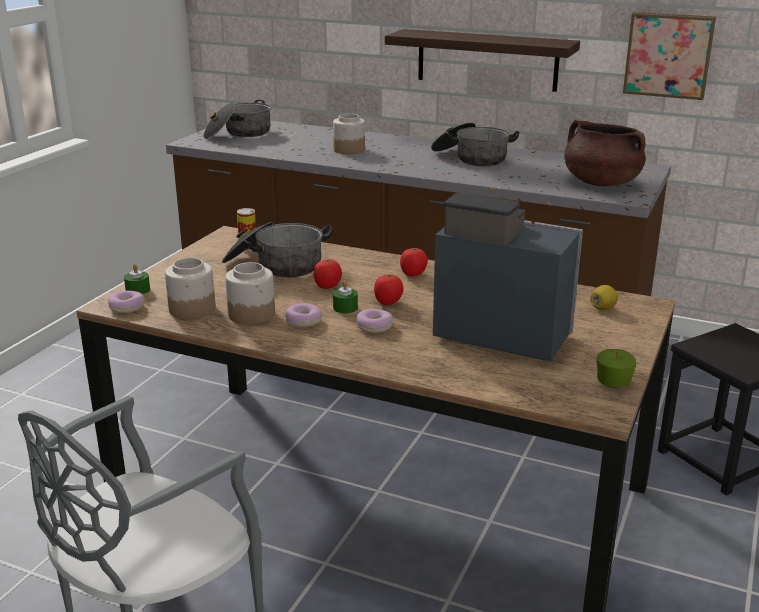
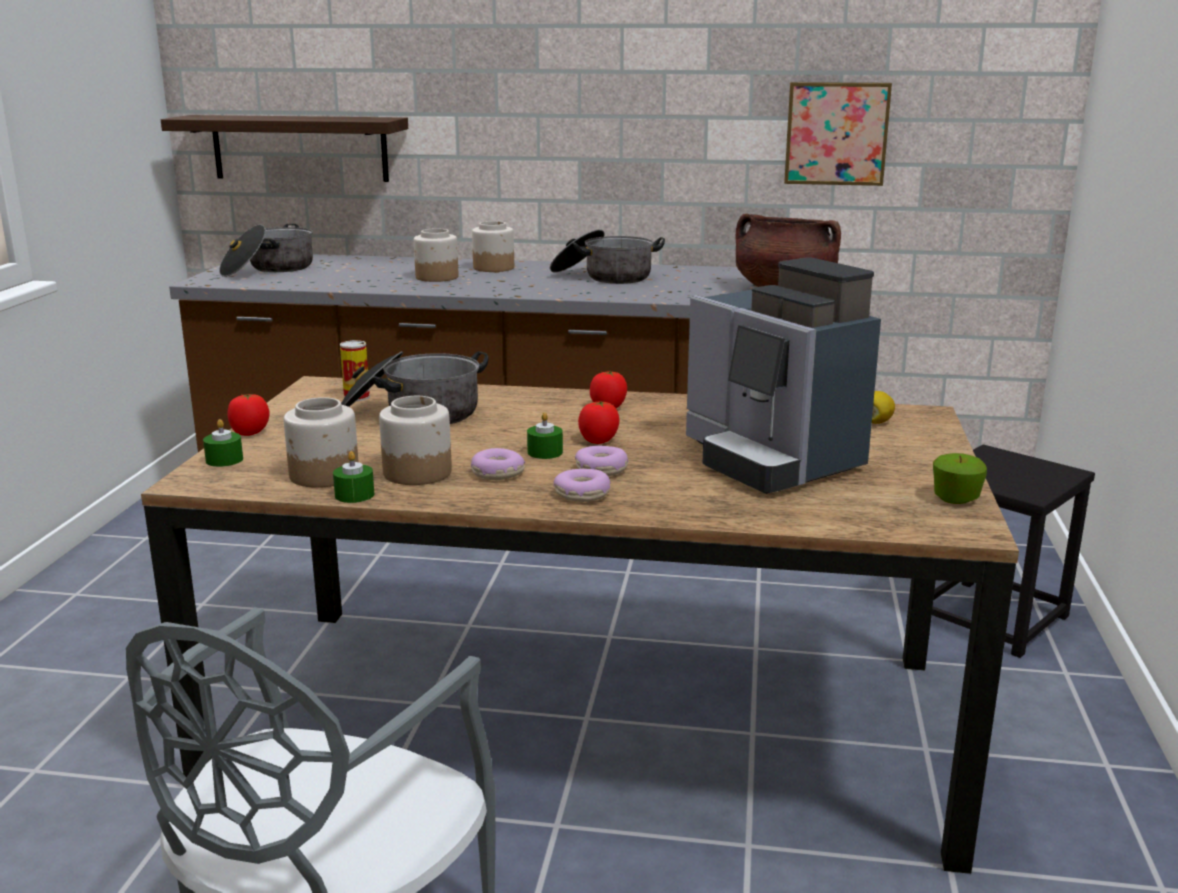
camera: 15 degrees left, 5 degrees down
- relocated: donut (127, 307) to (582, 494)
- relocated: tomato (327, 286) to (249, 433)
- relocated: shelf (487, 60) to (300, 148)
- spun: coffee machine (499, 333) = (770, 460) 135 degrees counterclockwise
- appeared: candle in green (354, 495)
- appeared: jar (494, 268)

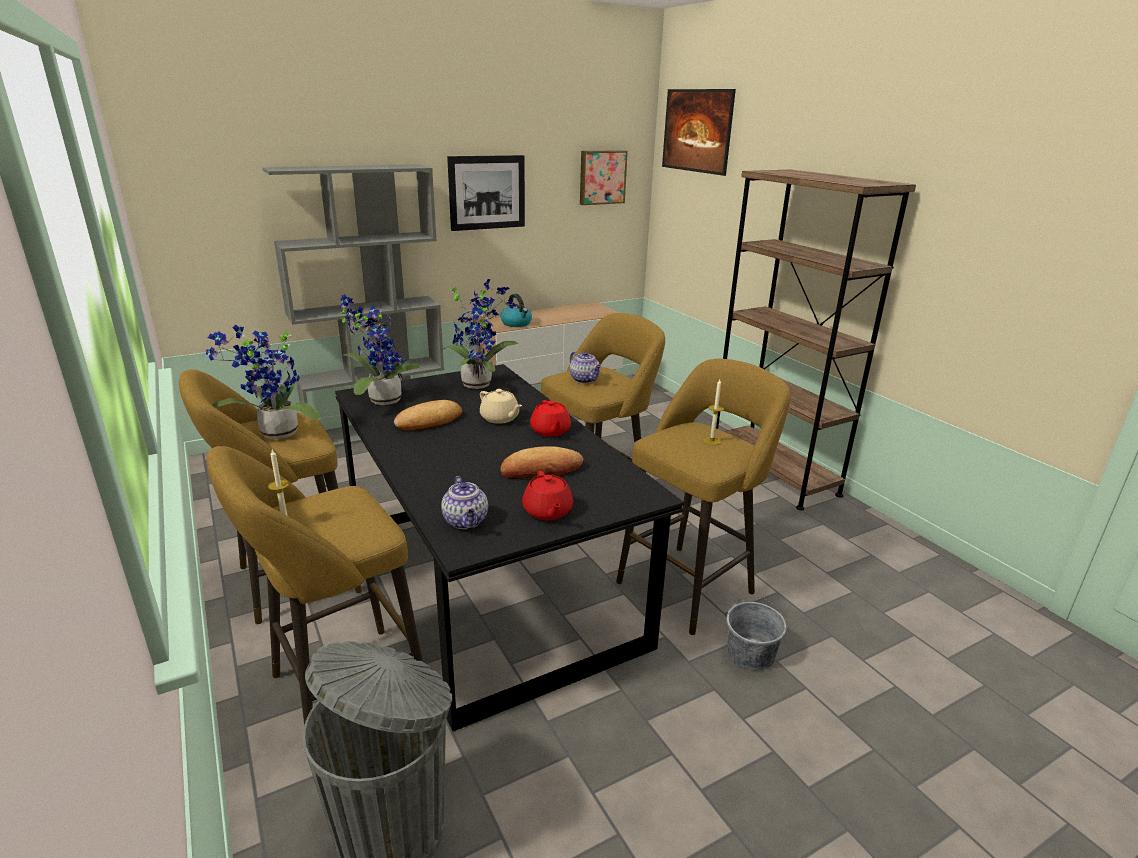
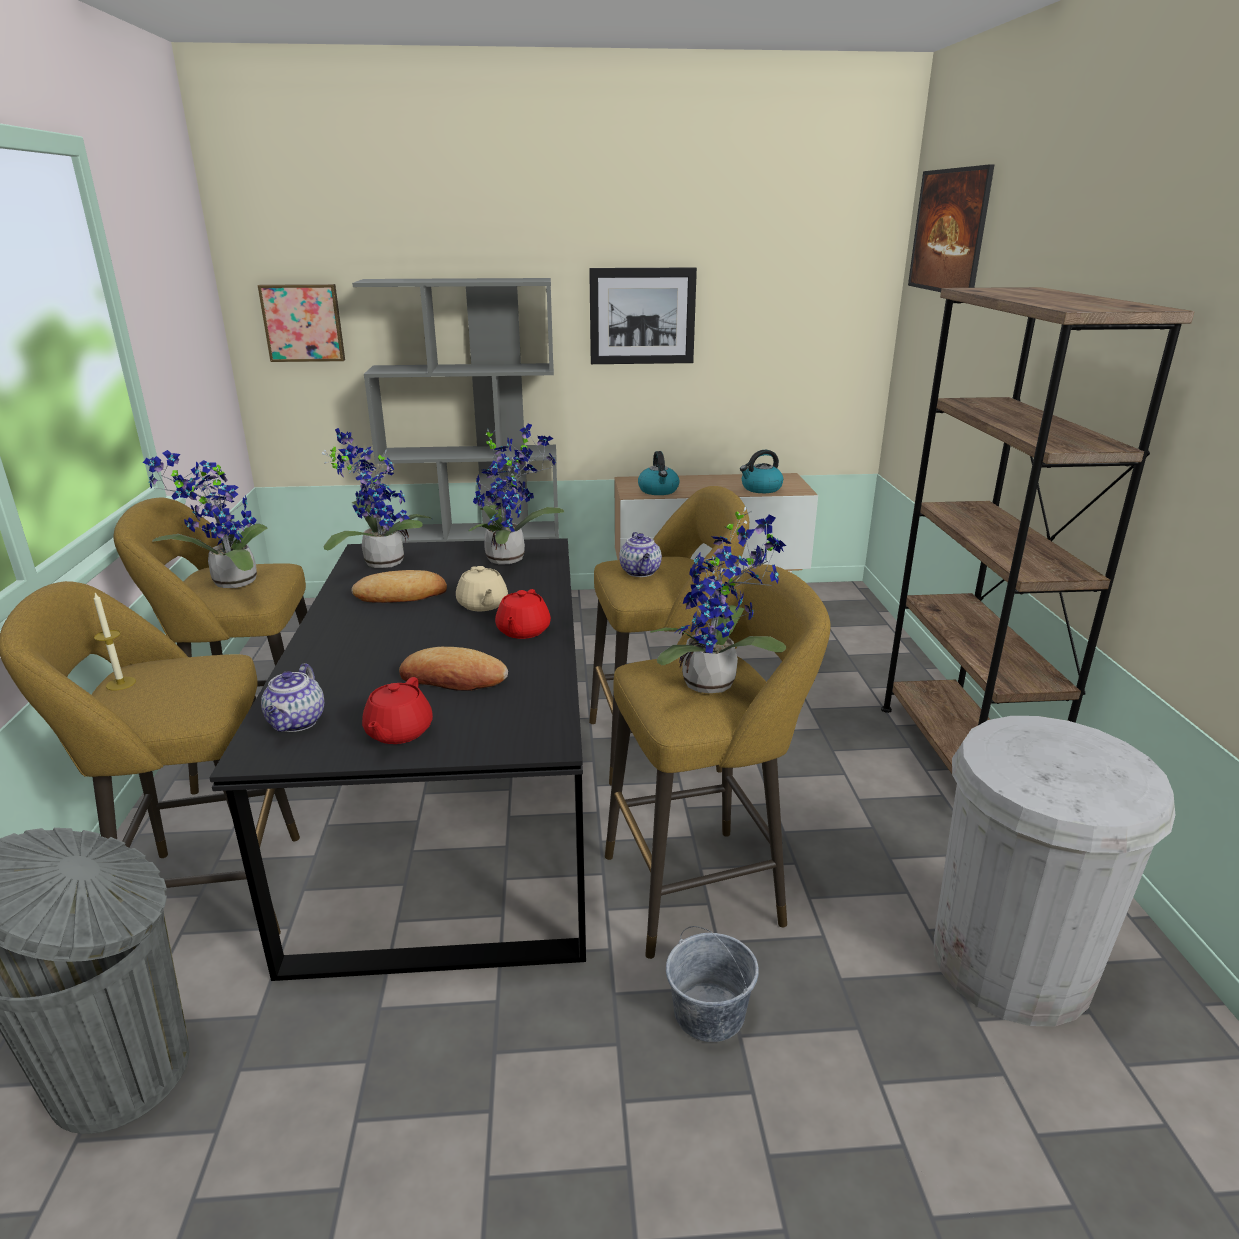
camera: 25 degrees right, 0 degrees up
- relocated: picture (602, 177) to (303, 322)
- exchanged: candle (712, 441) to potted plant (716, 684)
- appeared: kettle (761, 489)
- appeared: trash can in white (1011, 963)

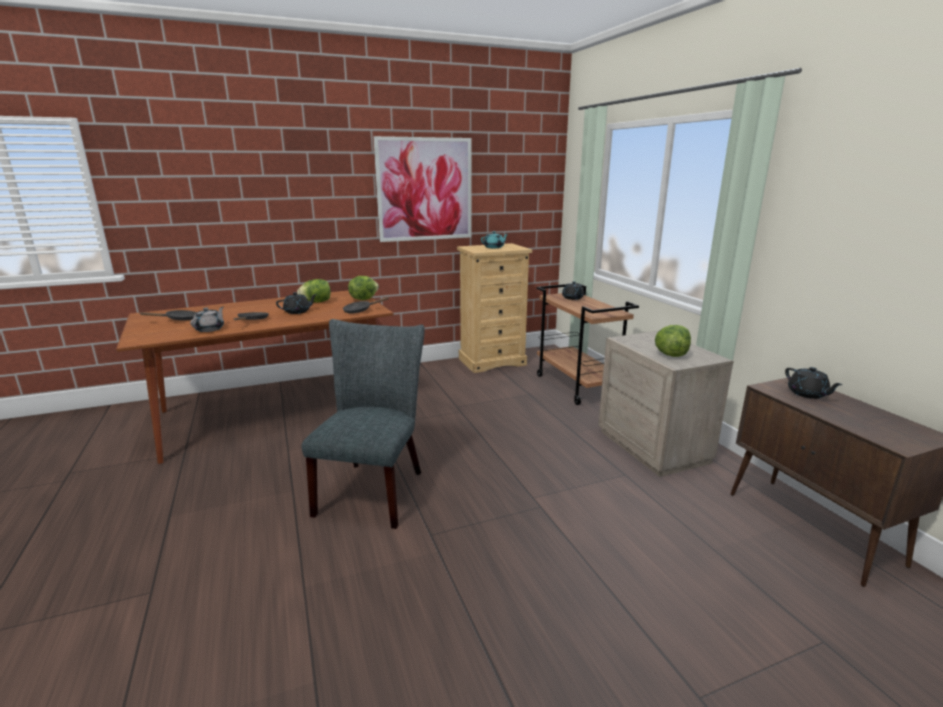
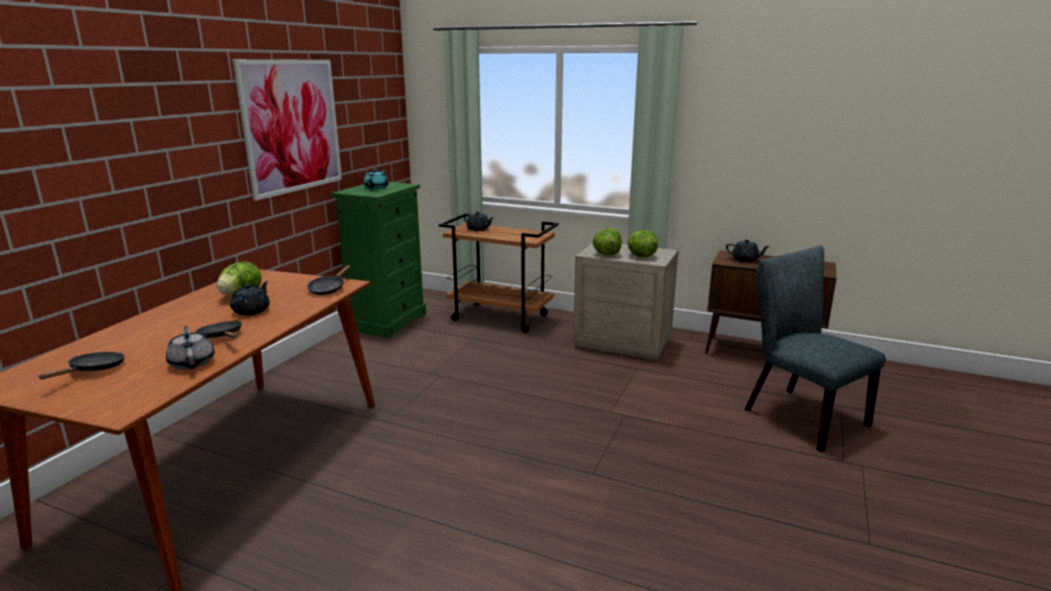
camera: 45 degrees left, 0 degrees up
- relocated: chair in grey (374, 488) to (797, 414)
- relocated: lettuce (363, 299) to (606, 254)
- colour: dresser in beige (492, 361) to dresser in green (387, 321)

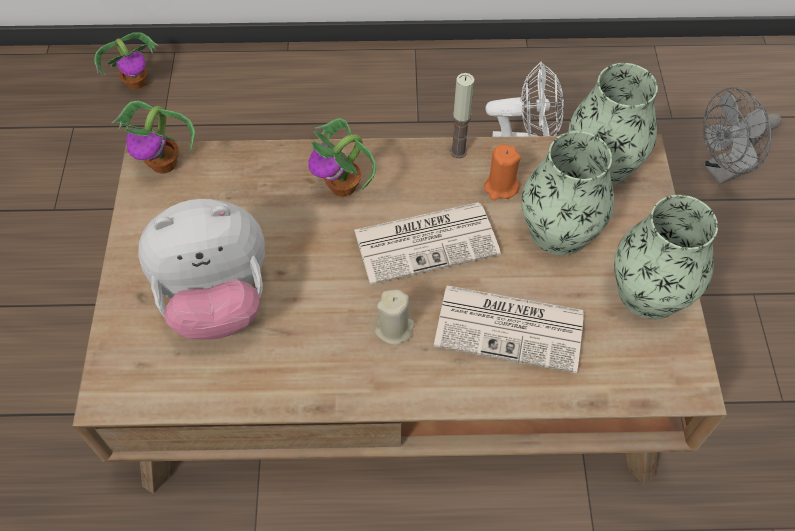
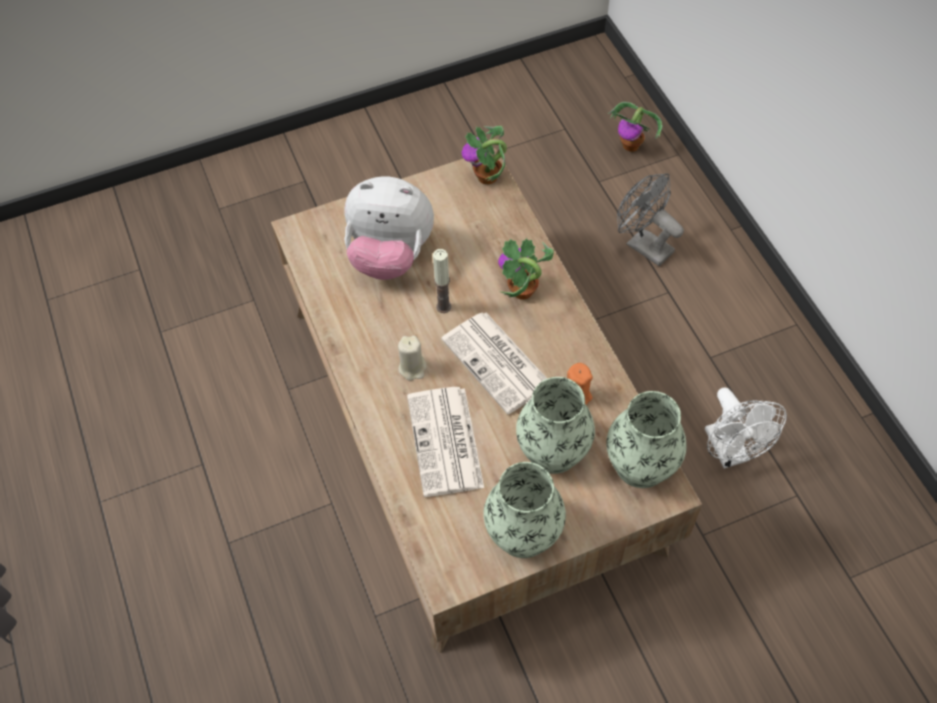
camera: 70 degrees right, 0 degrees up
- spun: plush toy (217, 299) = (390, 255) 45 degrees counterclockwise
- relocated: candle (458, 151) to (443, 306)
- relocated: fan in grey (723, 171) to (643, 245)

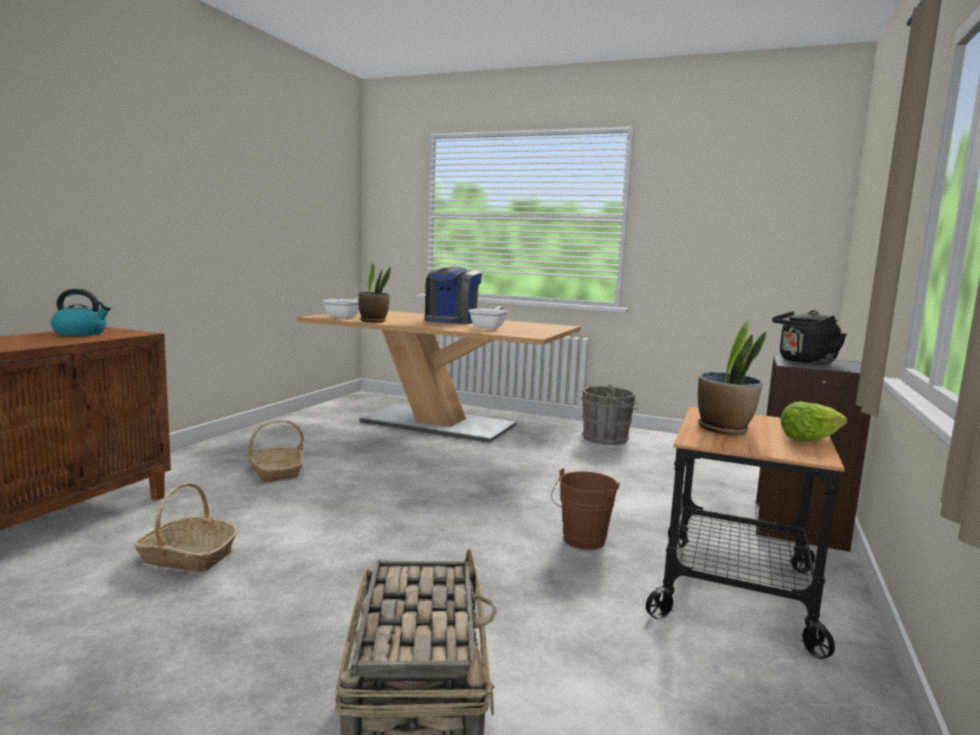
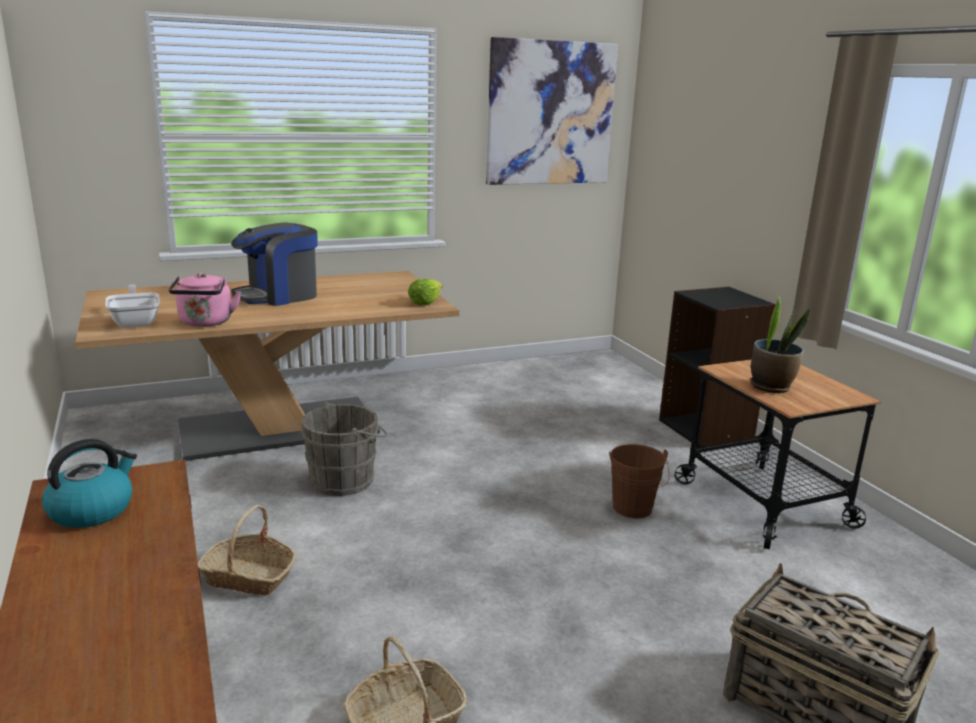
camera: 45 degrees left, 10 degrees up
- exchanged: potted plant (373, 321) to kettle in pink (205, 323)
- spun: coffee machine (451, 321) = (278, 296) 75 degrees clockwise
- missing: frying pan (489, 327)
- relocated: bucket in grey (608, 439) to (346, 479)
- missing: kettle in black (804, 362)
- relocated: lettuce (808, 439) to (425, 302)
- appeared: picture (550, 113)

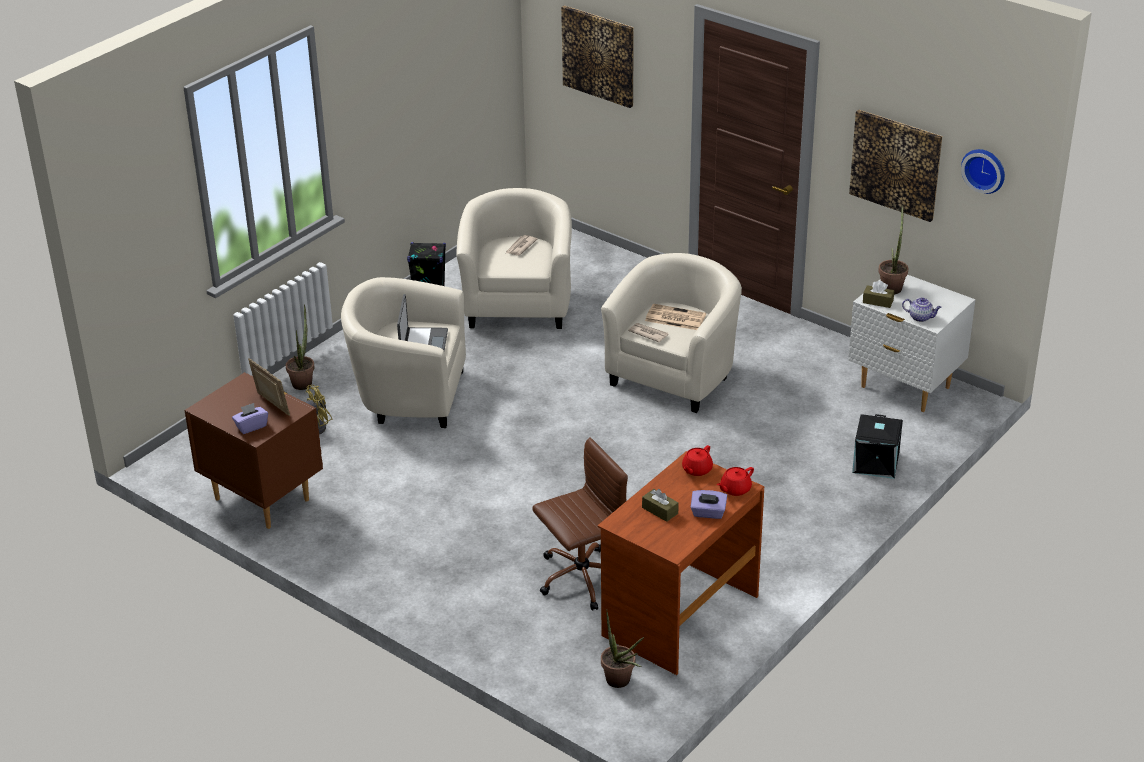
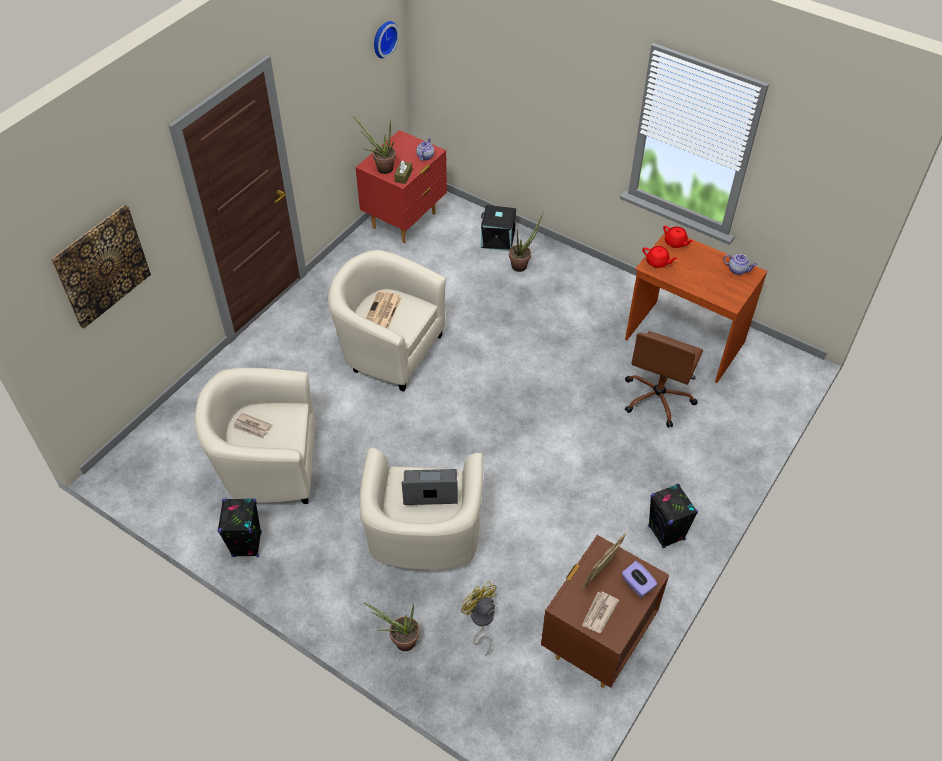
camera: 95 degrees left, 15 degrees up
- spun: office chair in brown (580, 578) = (658, 398) 120 degrees counterclockwise
- relocated: potted plant (621, 683) to (522, 264)
- relocated: newspaper (648, 333) to (599, 613)
- missing: tissue box in brown (660, 510)
- missing: tissue box in purple (708, 513)
- colour: nightstand in white (904, 388) to nightstand in red (405, 221)
- missing: picture (896, 164)
- appeared: speaker in black (666, 533)
- appeared: teapot (738, 270)

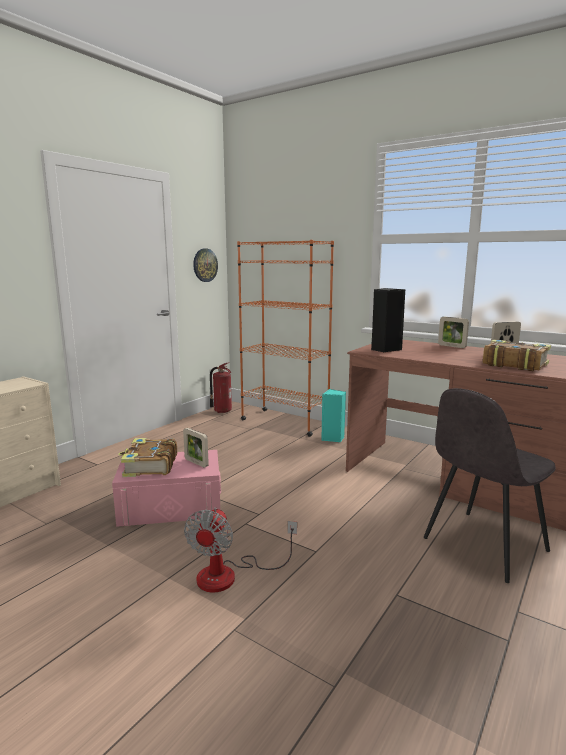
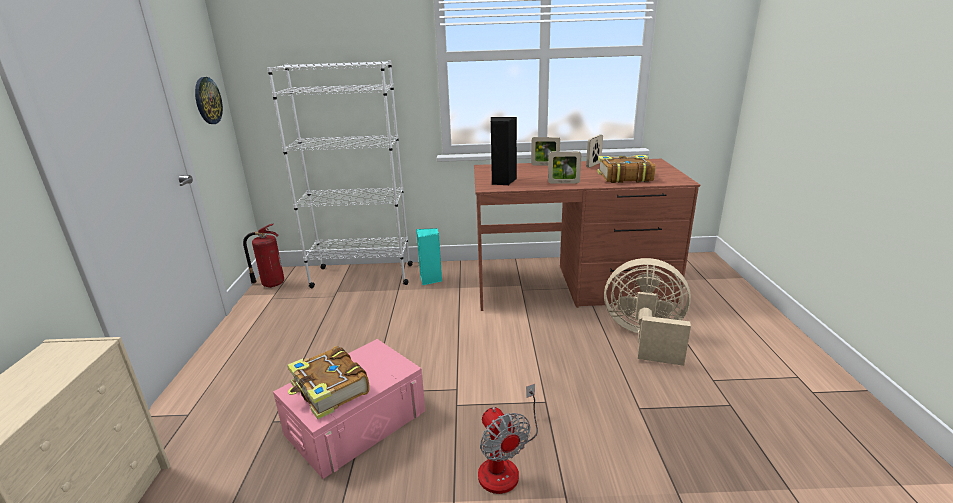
camera: 35 degrees left, 10 degrees up
- relocated: picture frame (196, 463) to (563, 183)
- colour: bookcase in orange (285, 422) to bookcase in white (362, 276)
- exchanged: chair in grey (483, 545) to fan in beige (644, 338)

